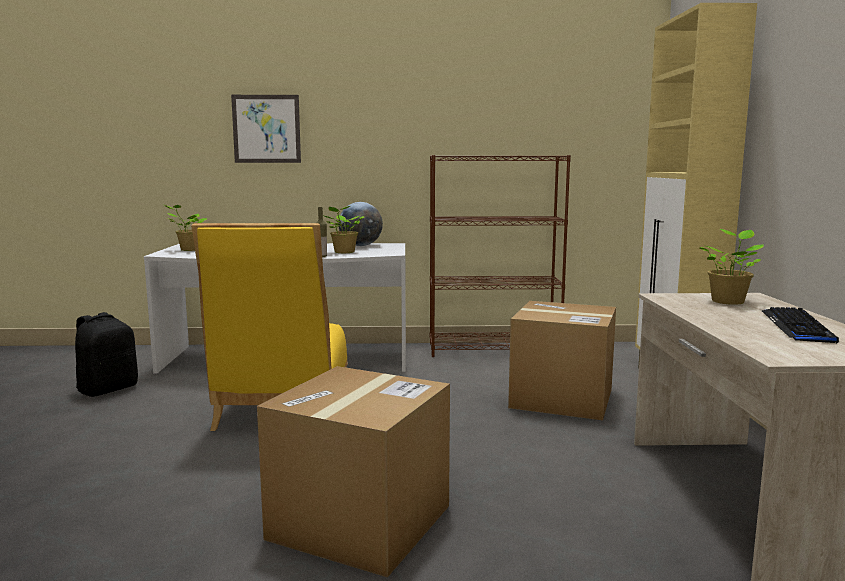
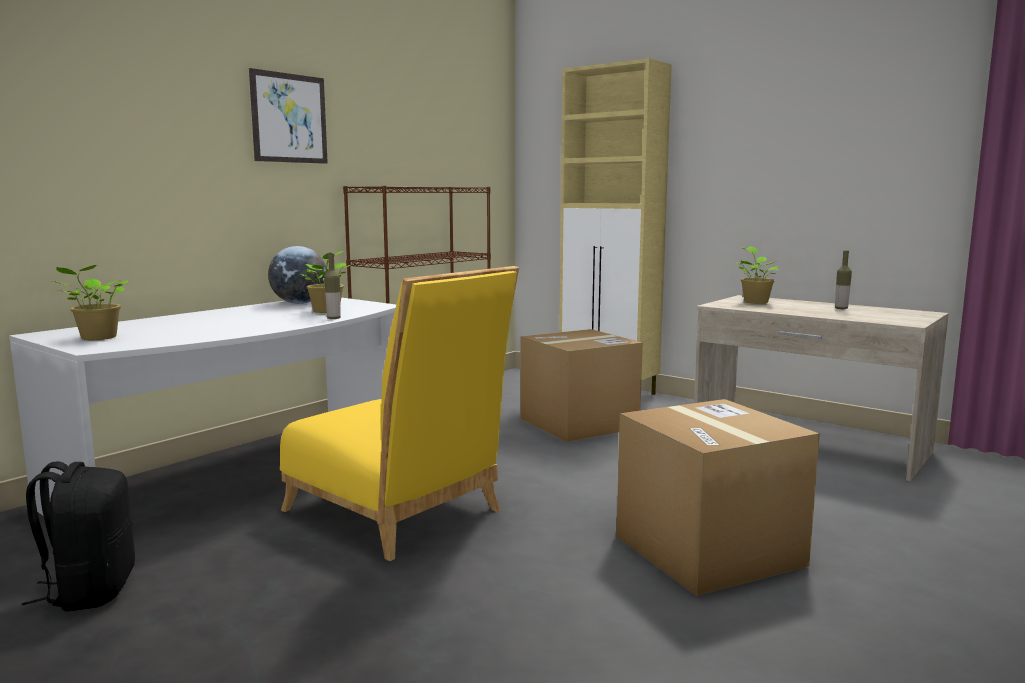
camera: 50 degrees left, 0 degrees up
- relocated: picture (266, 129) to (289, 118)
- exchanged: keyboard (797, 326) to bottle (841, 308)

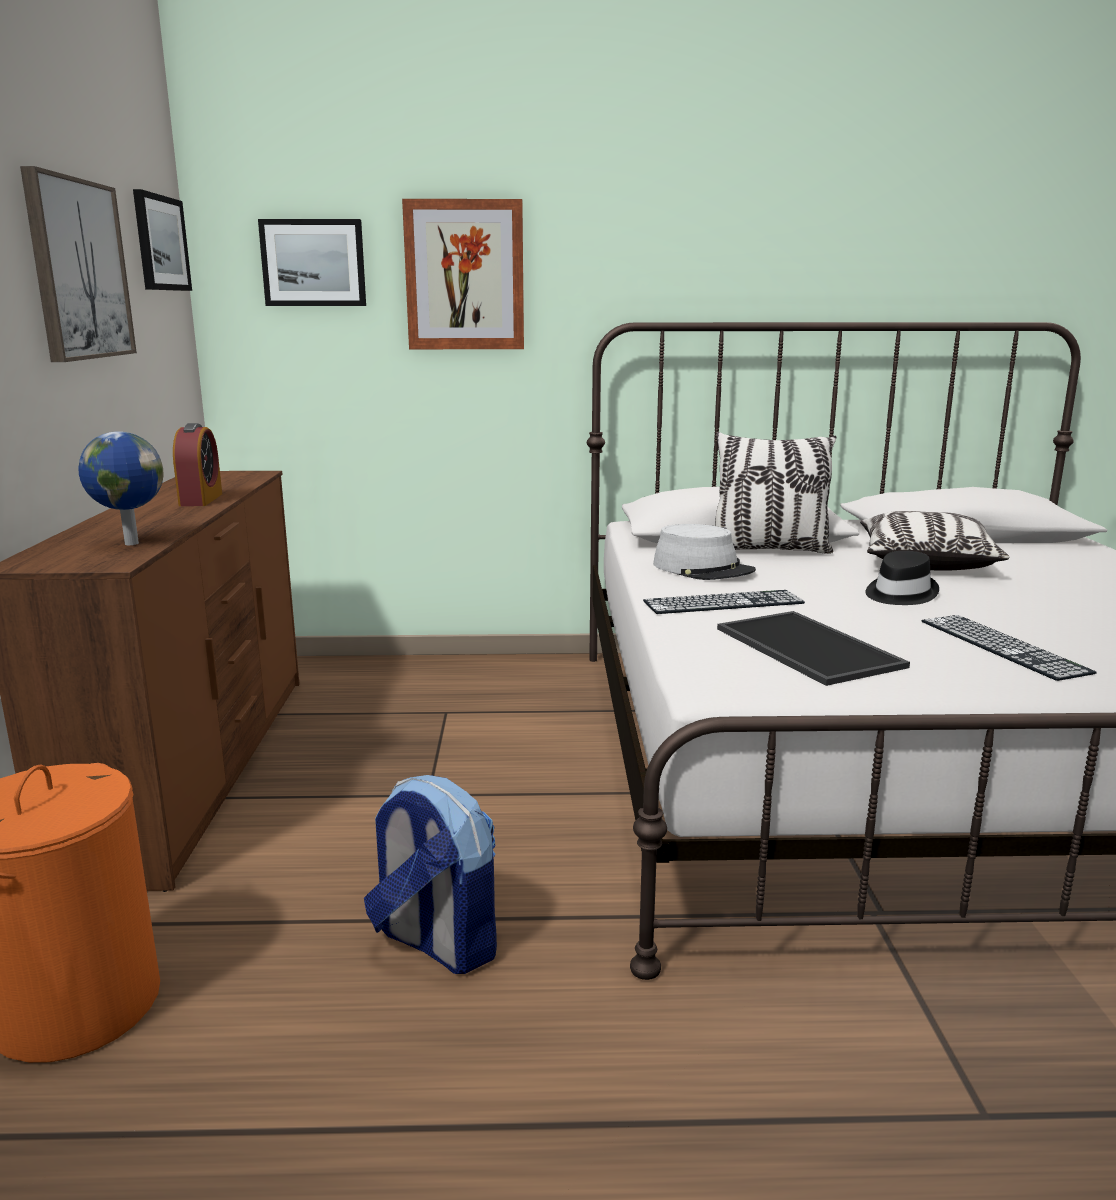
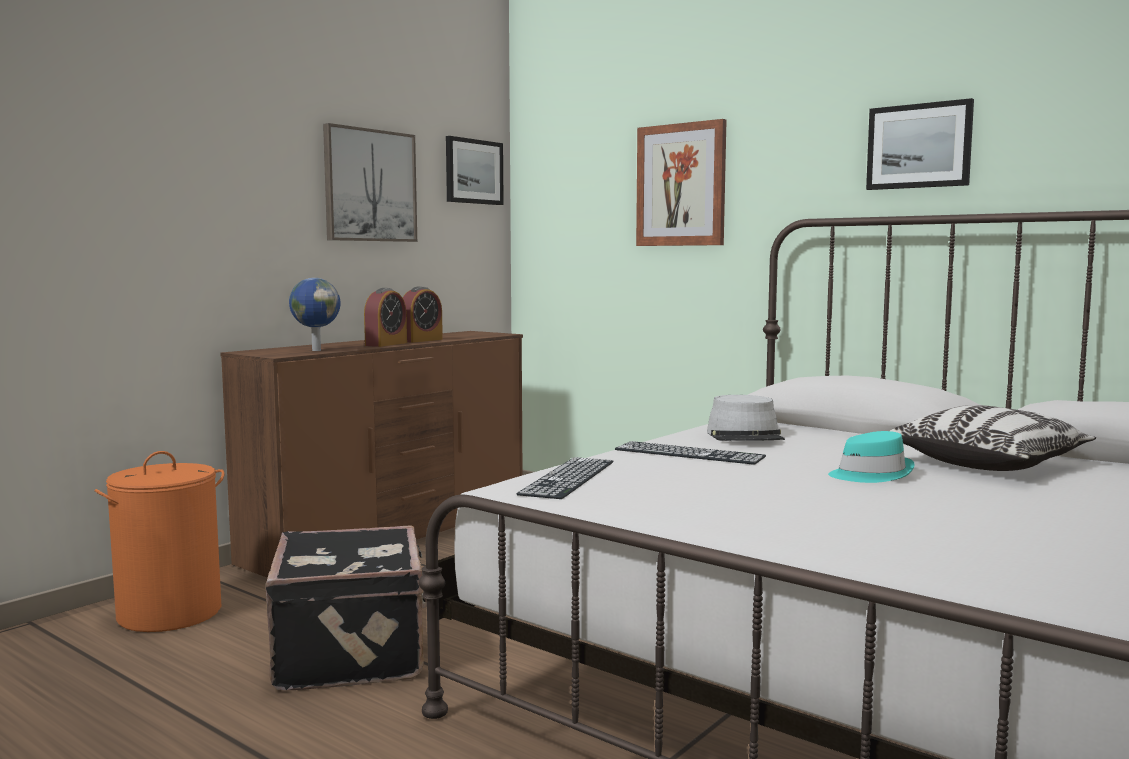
camera: 40 degrees right, 10 degrees down
- relocated: picture (313, 263) to (919, 146)
- exchanged: backpack (435, 942) to suitcase in black (354, 652)
- missing: pillow (769, 550)
- missing: tray (804, 647)
- colour: hat in black (899, 594) to hat in turquoise (870, 474)
- relocated: keyboard (1002, 646) to (568, 477)
- appeared: alarm clock (386, 344)

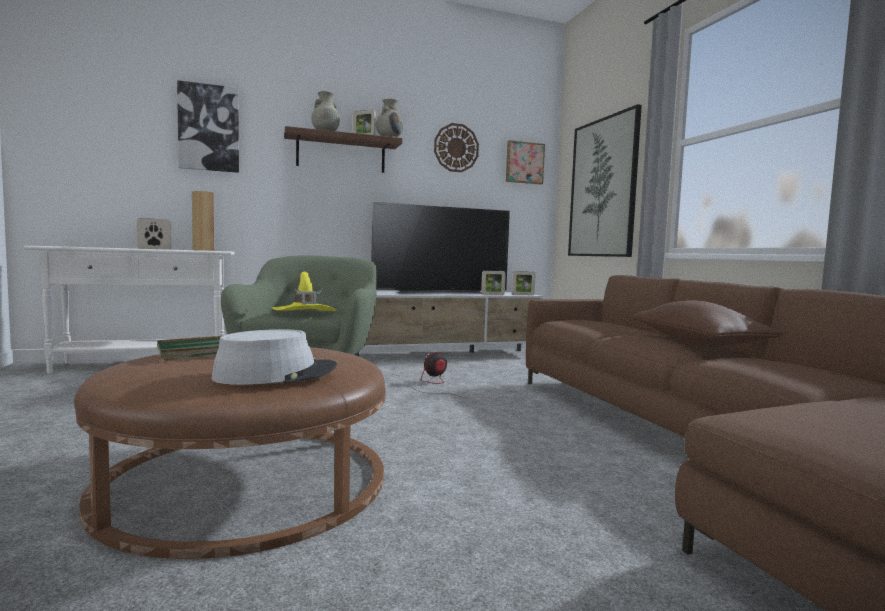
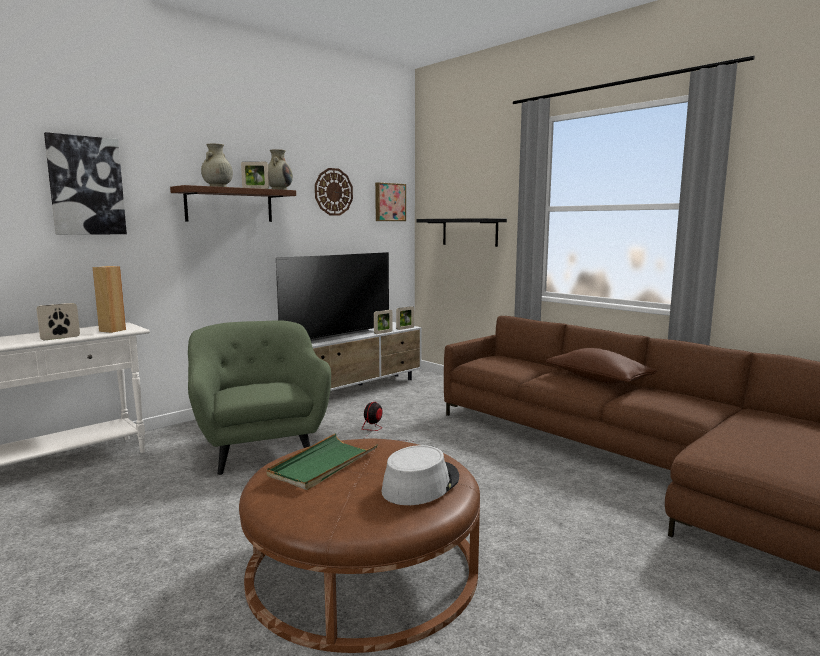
camera: 25 degrees left, 5 degrees up
- missing: hat in yellow (304, 312)
- exchanged: picture (603, 188) to shelf in black (469, 232)

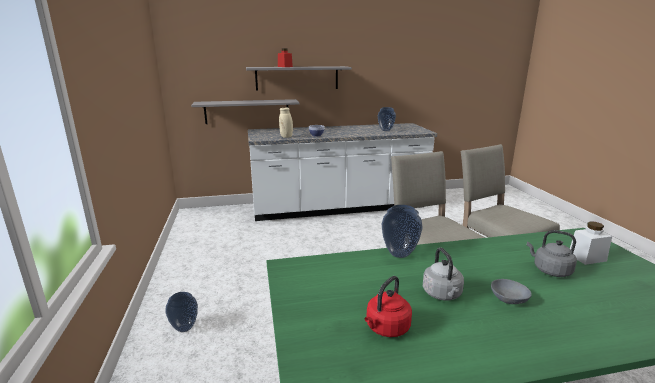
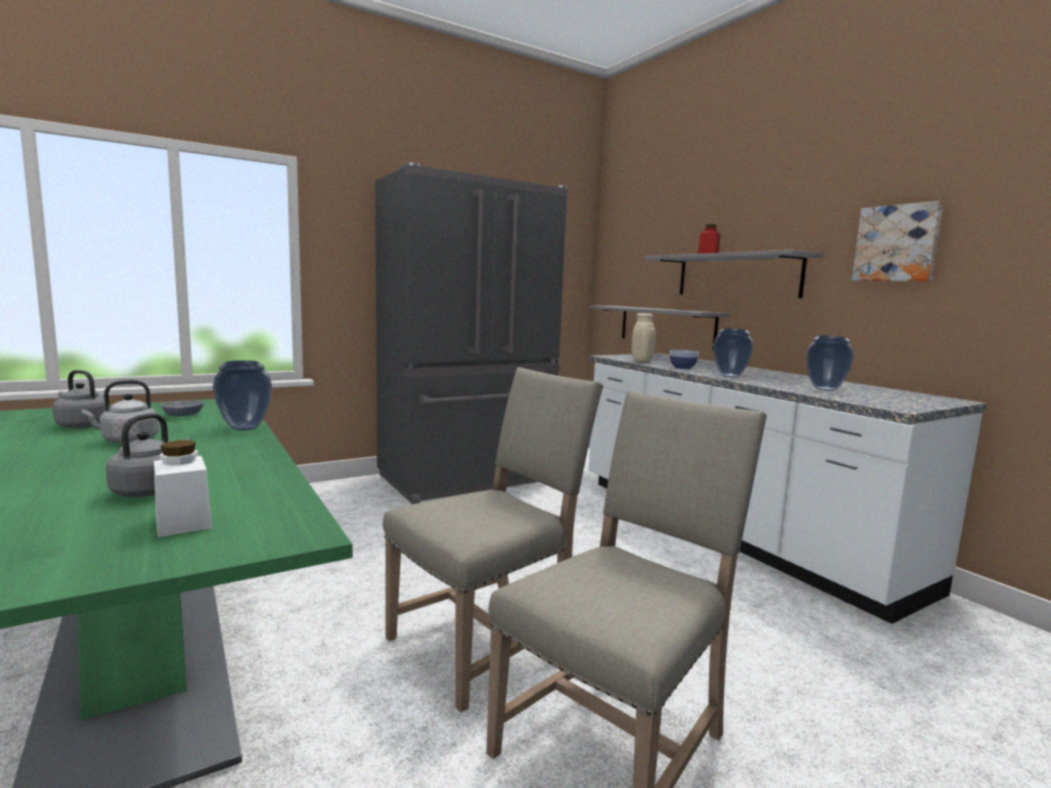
camera: 70 degrees right, 10 degrees down
- relocated: vase (184, 328) to (729, 376)
- colour: kettle in red (386, 328) to kettle in grey (81, 425)
- relocated: bowl in grey (509, 298) to (183, 415)
- appeared: fridge in grey (468, 479)
- appeared: picture (897, 243)

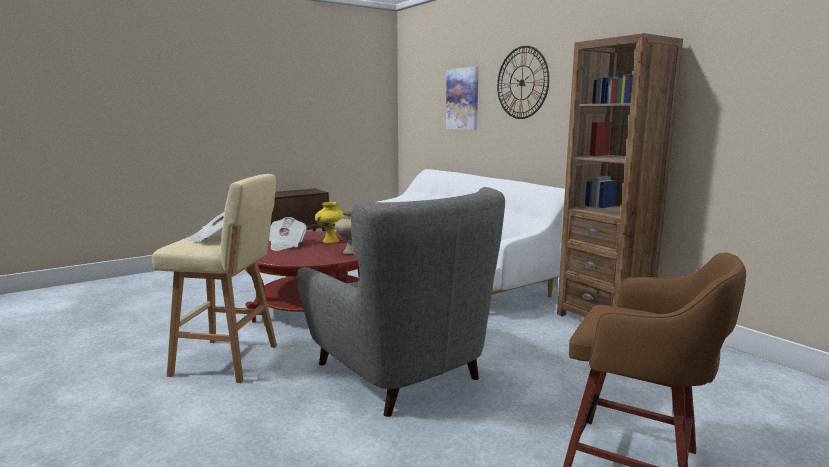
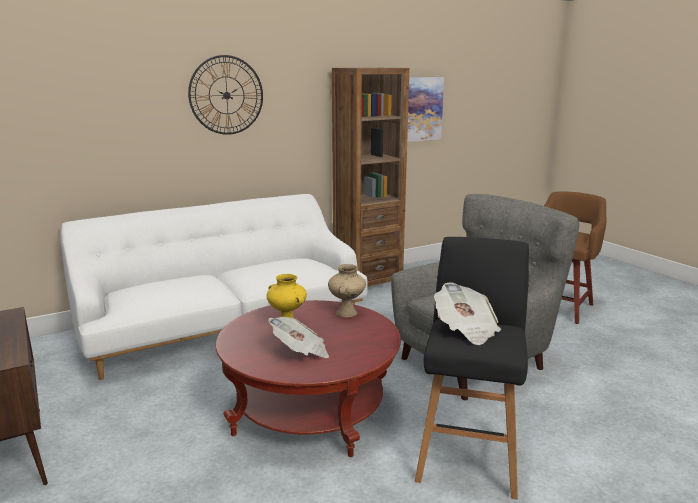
camera: 85 degrees left, 5 degrees up
- colour: stool in beige (229, 360) to stool in black (468, 458)
- relocated: picture (462, 99) to (421, 109)

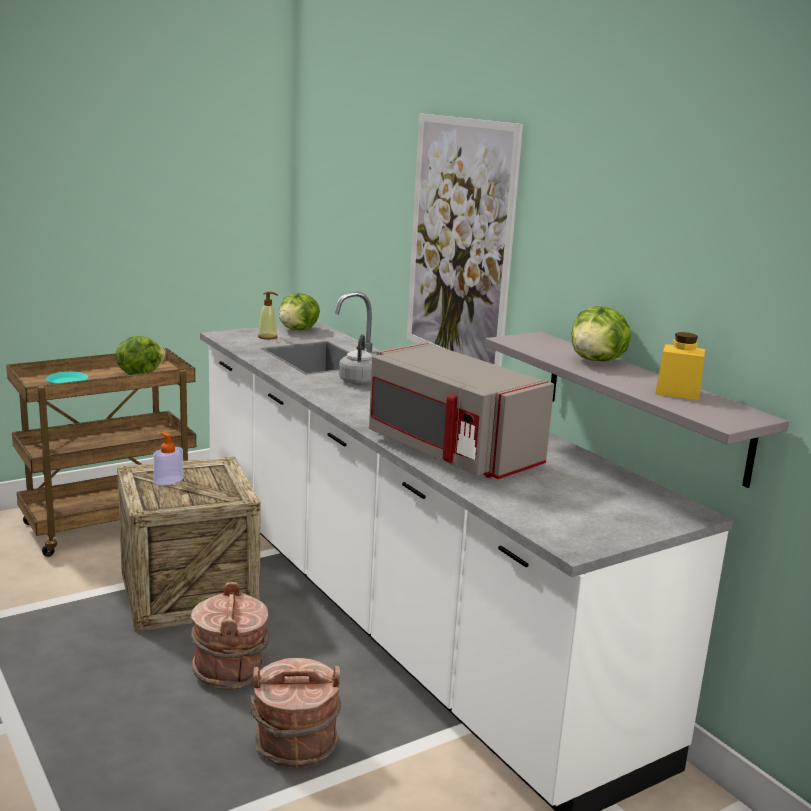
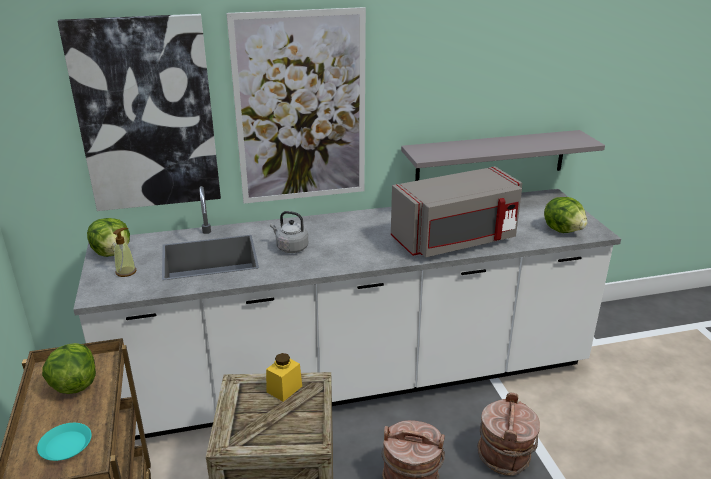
camera: 70 degrees left, 10 degrees up
- missing: soap dispenser (168, 481)
- relocated: lettuce (597, 361) to (563, 230)
- relocated: jar in yellow (678, 392) to (284, 389)
- appeared: picture (146, 115)

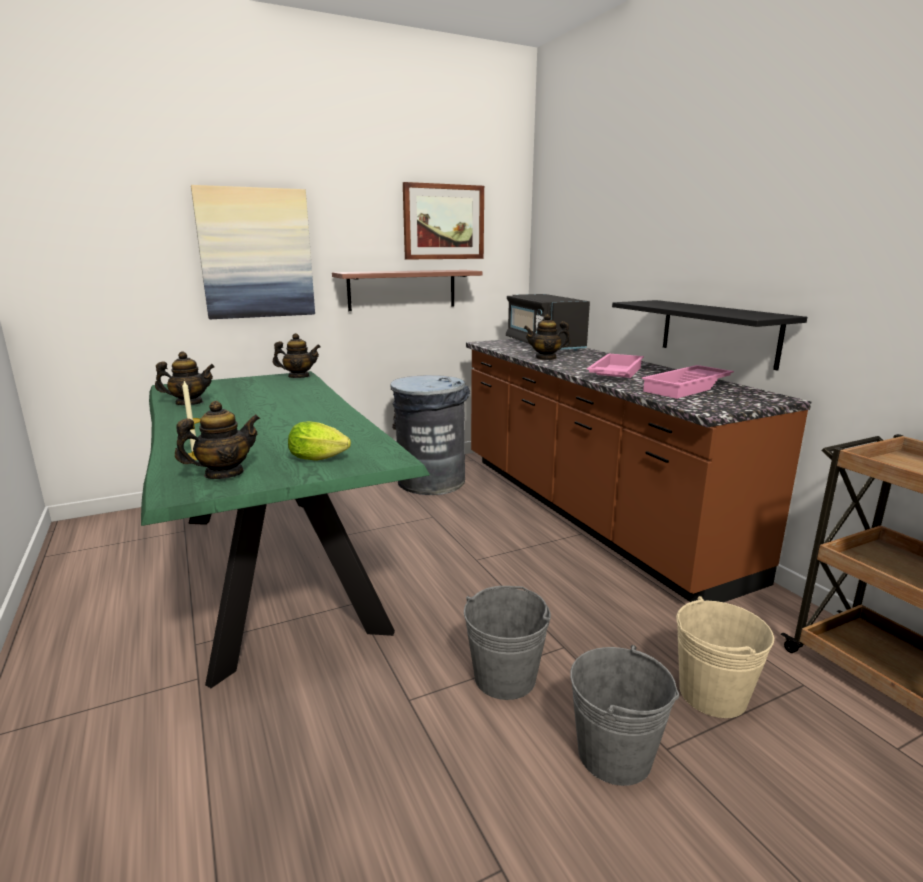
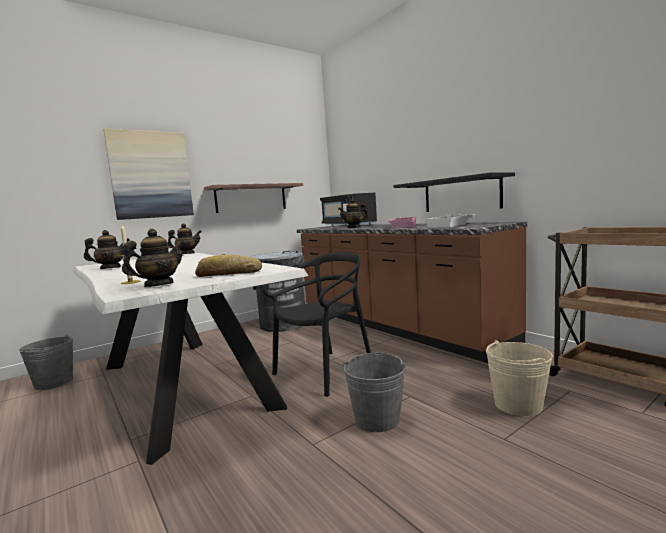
camera: 10 degrees left, 10 degrees down
- colour: dining table in green (275, 568) to dining table in white (183, 385)
- exchanged: lettuce (321, 459) to bread (229, 274)
- missing: picture (443, 222)
- relocated: bucket in grey (614, 754) to (54, 382)
- colour: tray in pink (688, 388) to tray in white (452, 225)
- appeared: chair in black (324, 372)

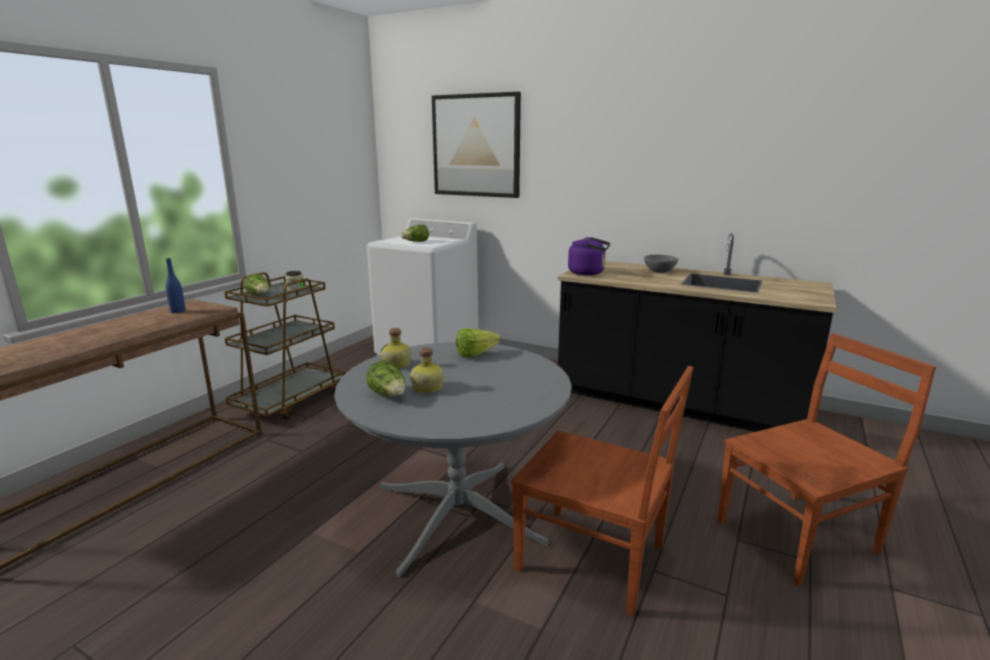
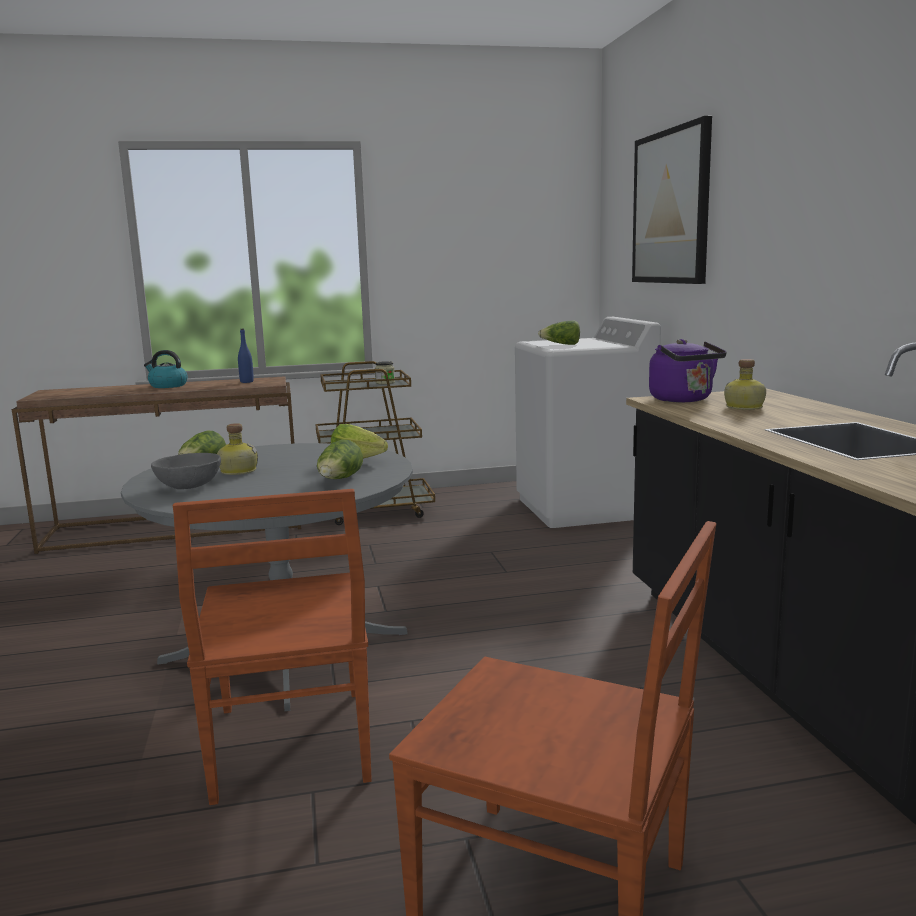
camera: 50 degrees right, 5 degrees down
- relocated: lettuce (259, 295) to (339, 480)
- relocated: bottle (397, 365) to (744, 407)
- relocated: bowl in grey (659, 271) to (190, 487)
- appeared: kettle (167, 386)

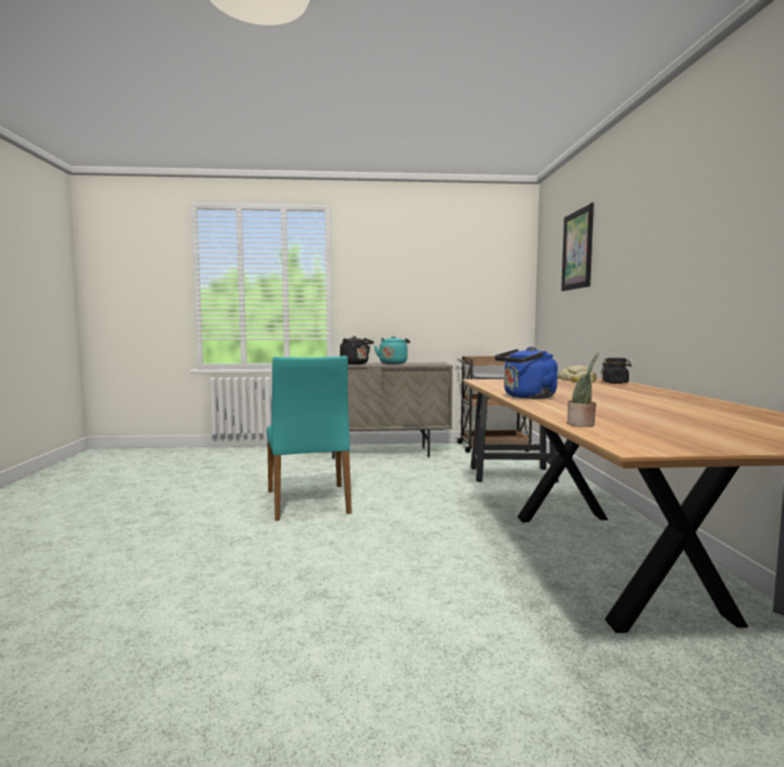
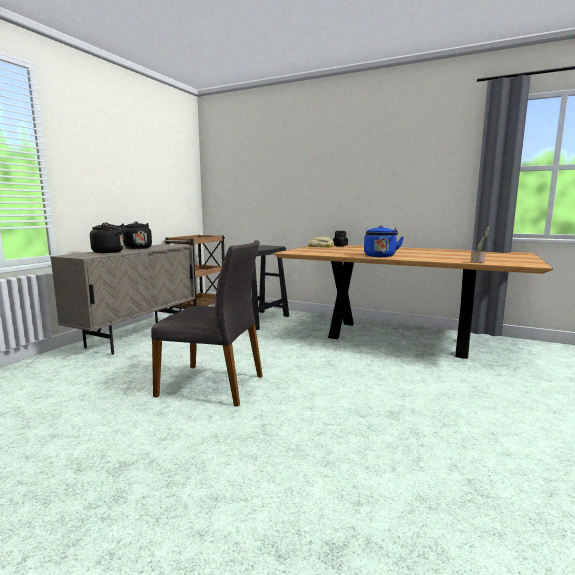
camera: 60 degrees left, 5 degrees up
- colour: chair in turquoise (309, 502) to chair in grey (213, 385)
- colour: kettle in turquoise (393, 363) to kettle in black (136, 248)
- missing: picture (577, 250)

